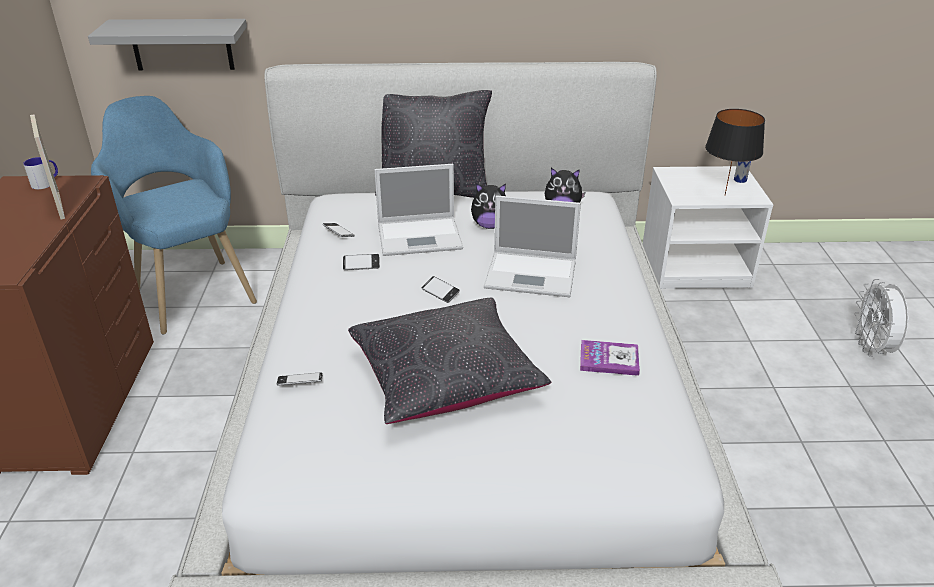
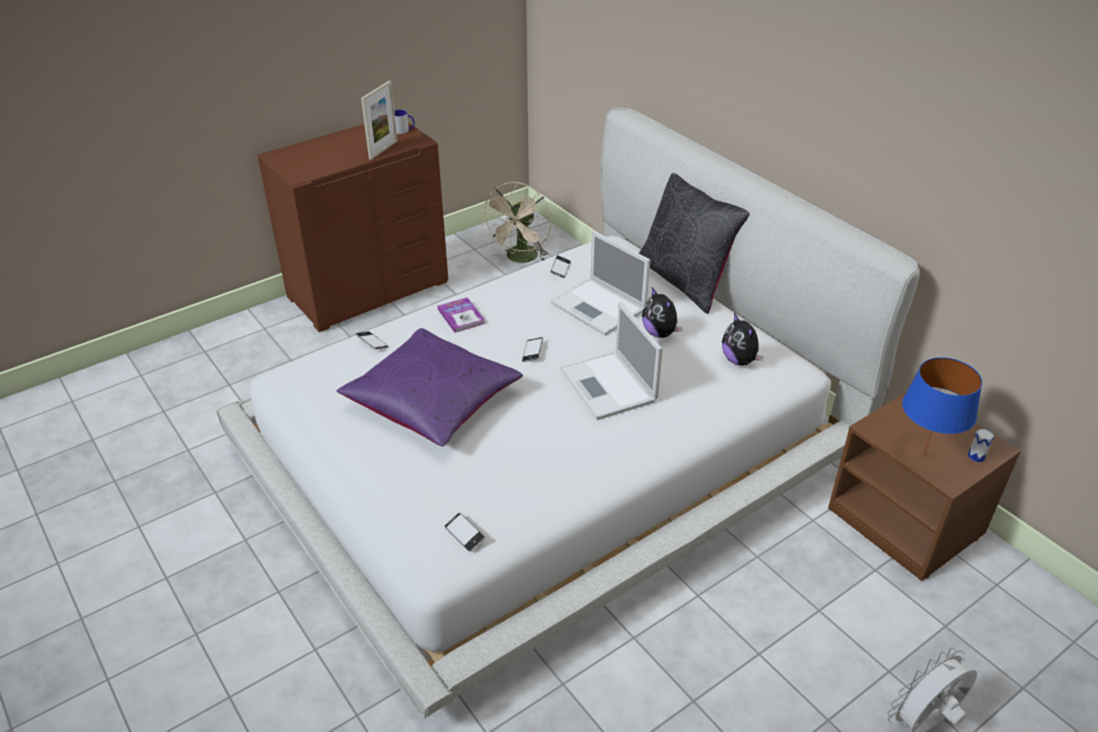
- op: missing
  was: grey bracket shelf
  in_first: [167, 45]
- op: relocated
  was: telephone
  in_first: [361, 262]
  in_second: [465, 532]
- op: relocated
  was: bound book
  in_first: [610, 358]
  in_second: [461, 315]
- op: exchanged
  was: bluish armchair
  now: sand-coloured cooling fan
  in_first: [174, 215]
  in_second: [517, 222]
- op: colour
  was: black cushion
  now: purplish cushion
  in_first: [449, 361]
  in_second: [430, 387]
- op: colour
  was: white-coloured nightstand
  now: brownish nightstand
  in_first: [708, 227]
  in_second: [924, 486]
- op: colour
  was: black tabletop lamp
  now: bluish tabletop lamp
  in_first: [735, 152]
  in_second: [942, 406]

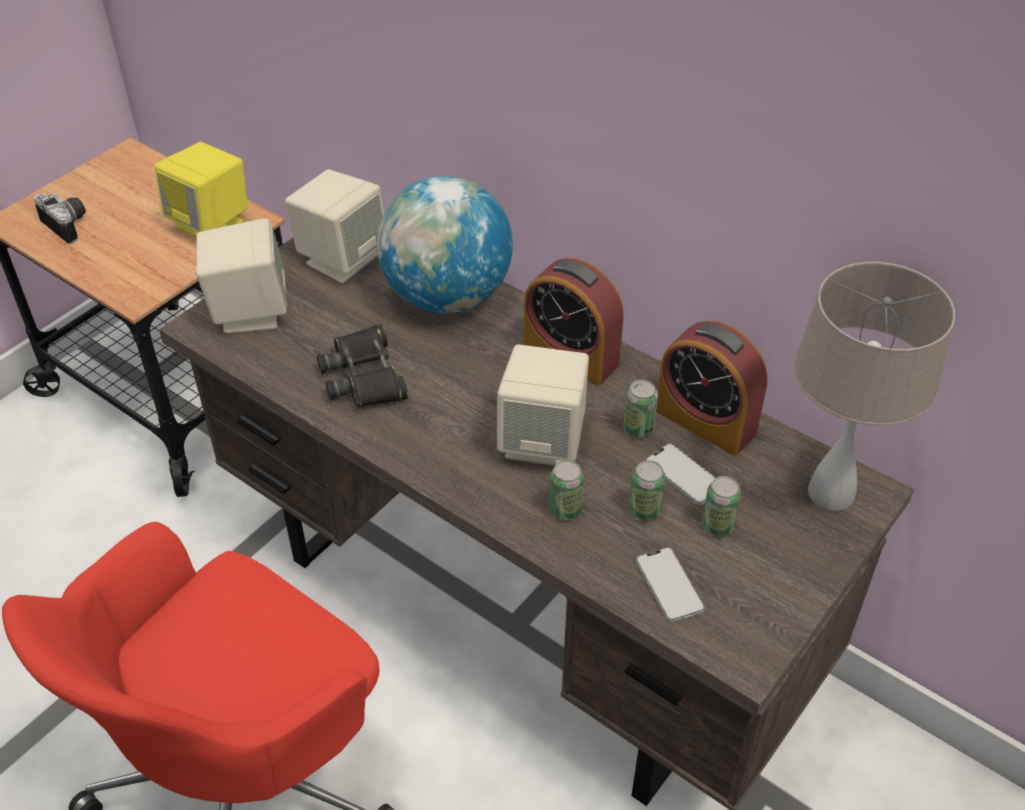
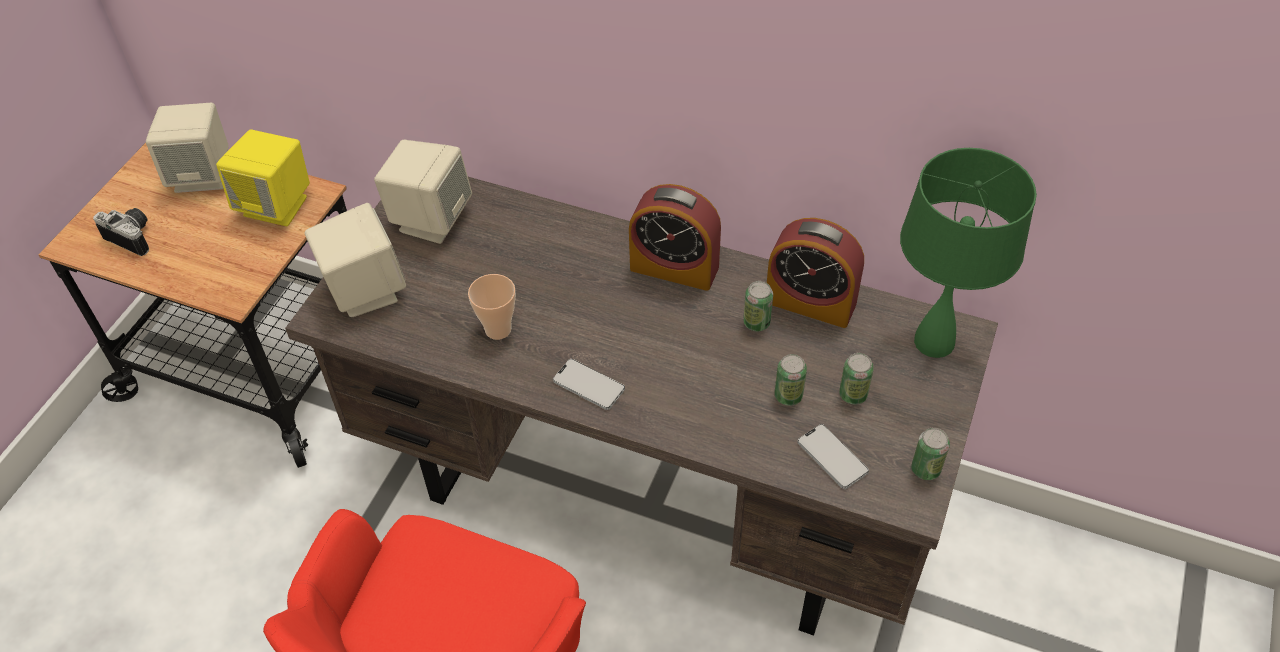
- op: missing
  was: globe
  in_first: [445, 244]
- op: relocated
  was: sand-coloured loudspeaker
  in_first: [543, 405]
  in_second: [187, 148]
- op: relocated
  was: sealed can
  in_first: [566, 490]
  in_second: [930, 453]
- op: relocated
  was: telephone
  in_first: [681, 474]
  in_second: [589, 384]
- op: exchanged
  was: black pair of binoculars
  now: drinking cup
  in_first: [363, 366]
  in_second: [492, 307]
- op: colour
  was: sand-coloured tabletop lamp
  now: green tabletop lamp
  in_first: [875, 386]
  in_second: [968, 253]

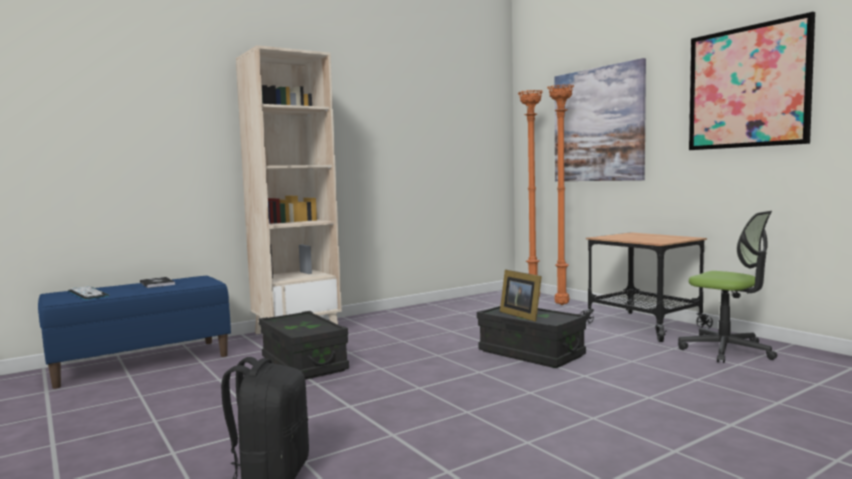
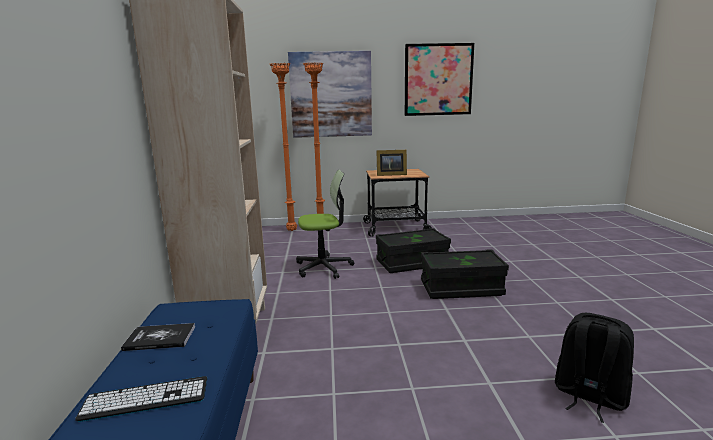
- op: relocated
  was: black storage bin
  in_first: [304, 345]
  in_second: [465, 274]
- op: relocated
  was: photo frame
  in_first: [521, 296]
  in_second: [391, 163]
- op: relocated
  was: desk chair
  in_first: [727, 287]
  in_second: [325, 224]

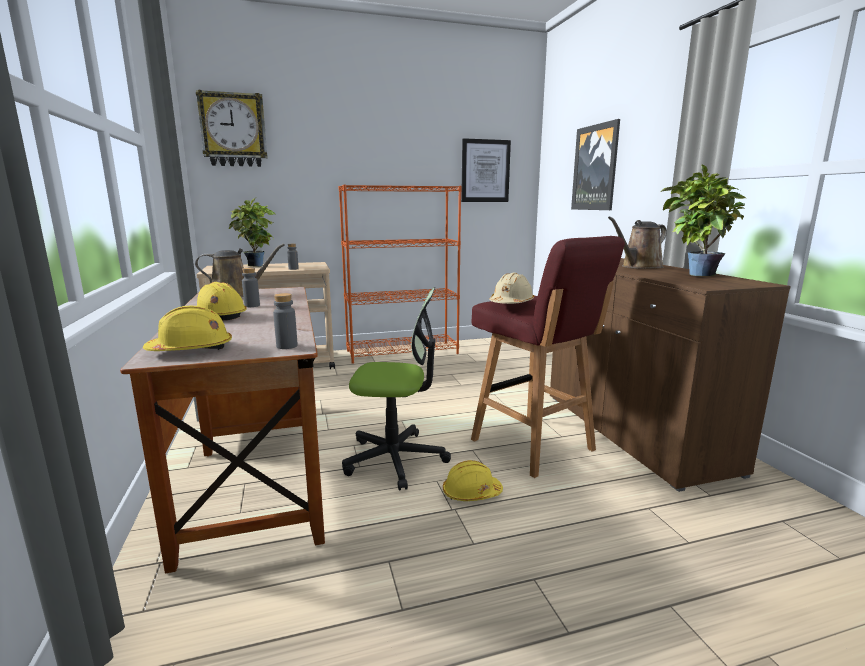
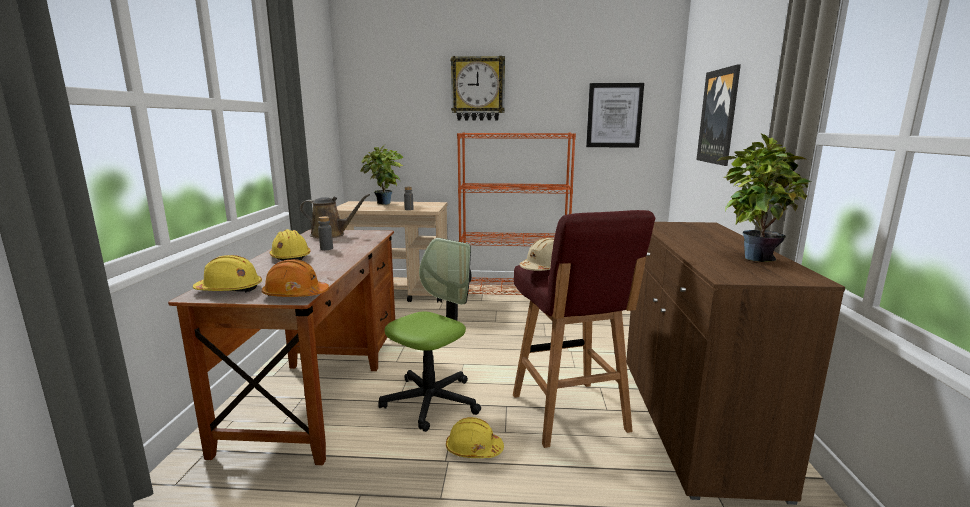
- op: missing
  was: brownish sprinkling can
  in_first: [637, 243]
- op: relocated
  was: hanging clock
  in_first: [232, 128]
  in_second: [477, 88]
- op: exchanged
  was: grey drink bottle
  now: orange-coloured work helmet
  in_first: [285, 321]
  in_second: [295, 278]
- op: spun
  was: desk chair
  in_first: [396, 389]
  in_second: [429, 335]
  clockwise: -75

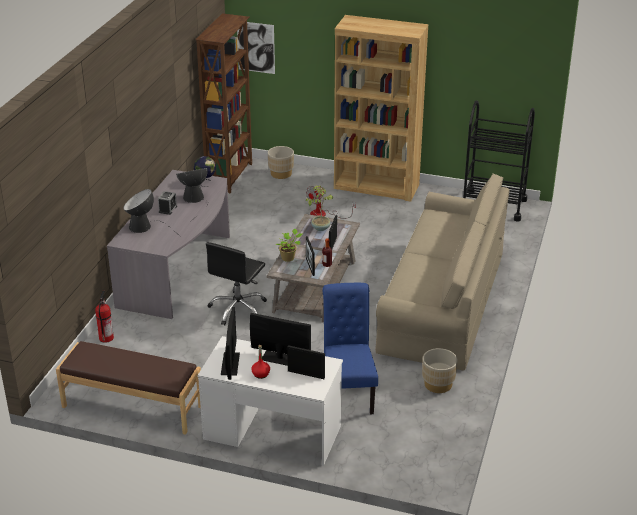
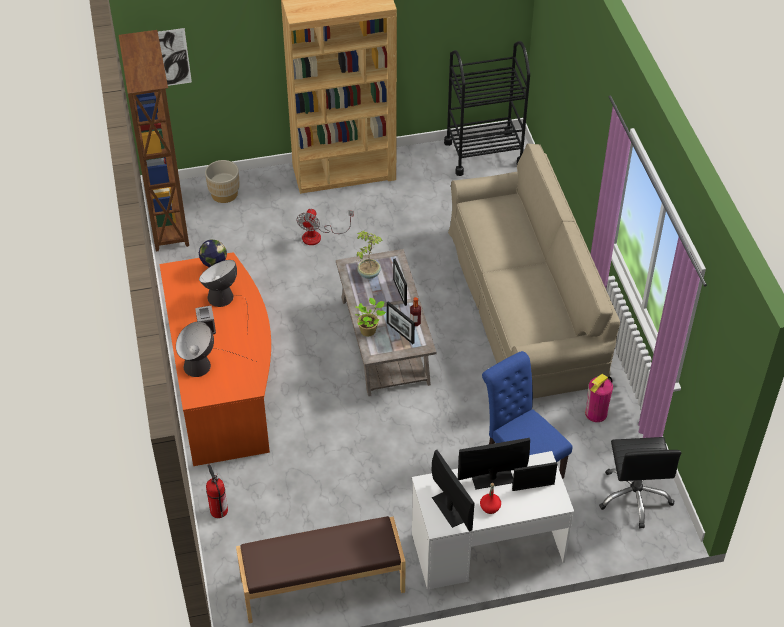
- op: relocated
  was: black desk chair
  in_first: [236, 283]
  in_second: [640, 482]
- op: exchanged
  was: sand-coloured plant pot
  now: fire-fighting cylinder
  in_first: [440, 370]
  in_second: [599, 398]
- op: colour
  was: grey desk table
  now: orange-coloured desk table
  in_first: [168, 244]
  in_second: [215, 359]

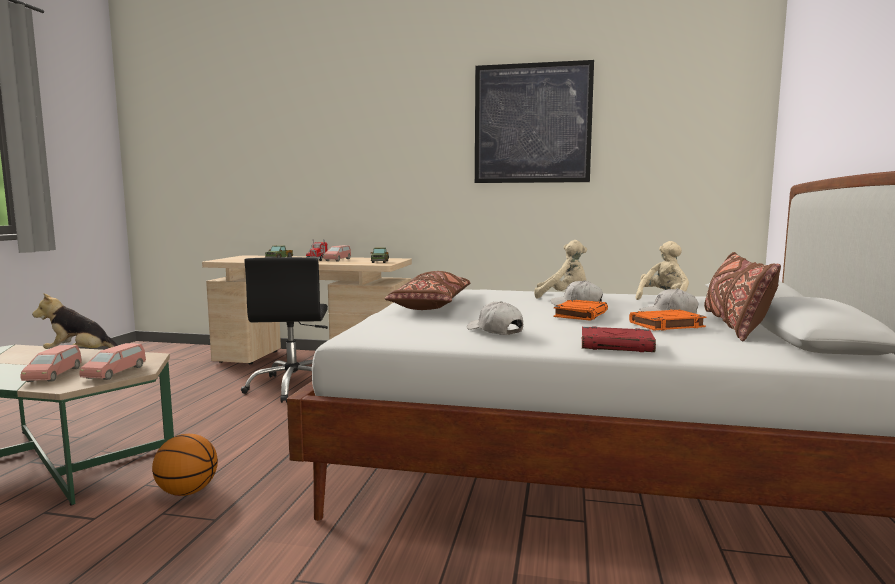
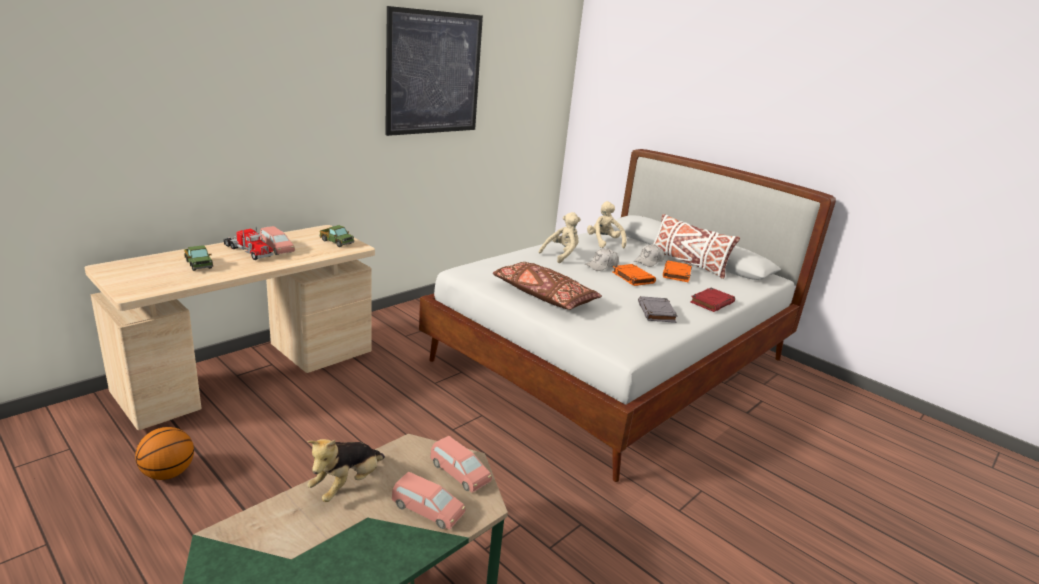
- op: missing
  was: black desk chair
  in_first: [284, 330]
- op: relocated
  was: basketball ball
  in_first: [185, 465]
  in_second: [164, 453]
- op: exchanged
  was: white-coloured baseball cap
  now: grey bound book
  in_first: [495, 318]
  in_second: [658, 309]
- op: colour
  was: brownish cushion
  now: white-coloured cushion
  in_first: [742, 296]
  in_second: [696, 246]

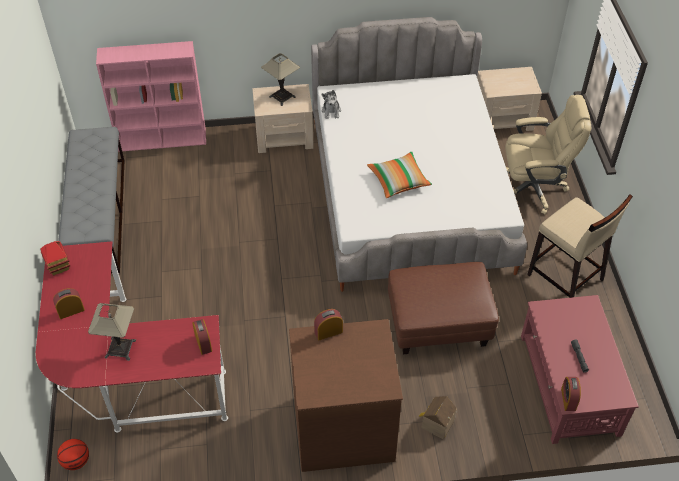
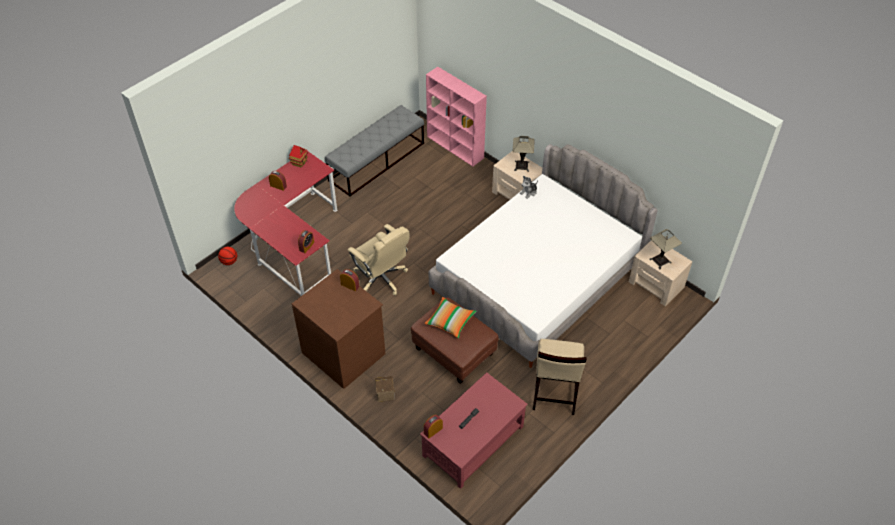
- op: relocated
  was: tabletop lamp
  in_first: [112, 332]
  in_second: [665, 249]
- op: relocated
  was: cushion
  in_first: [399, 175]
  in_second: [450, 318]
- op: relocated
  was: sand-coloured desk chair
  in_first: [548, 154]
  in_second: [379, 259]

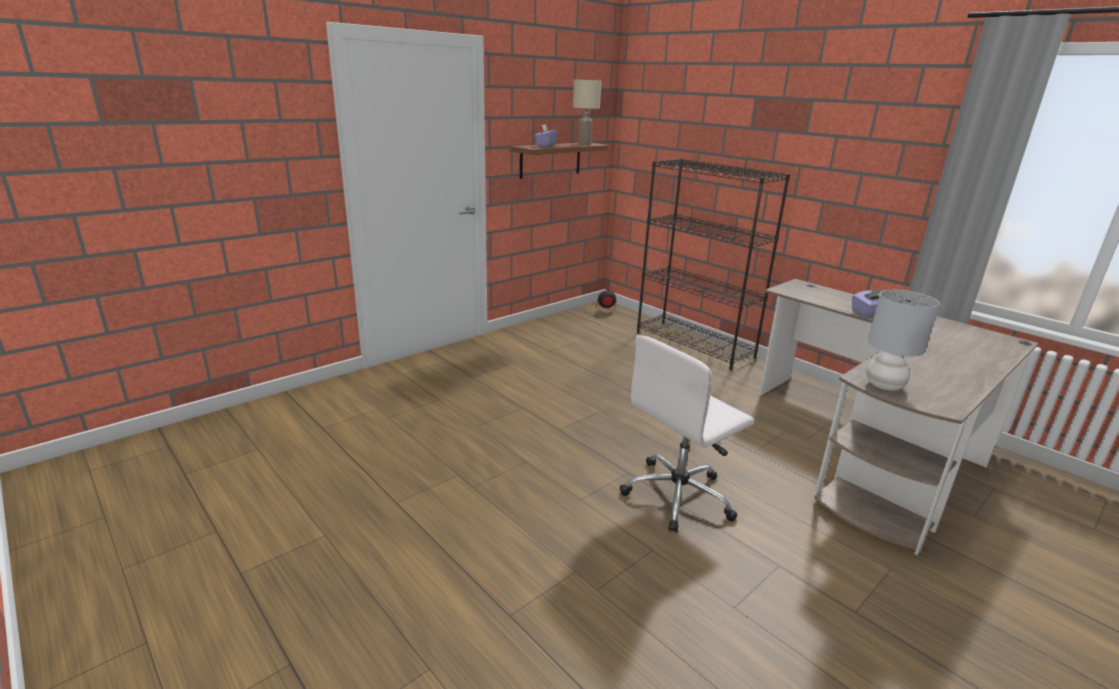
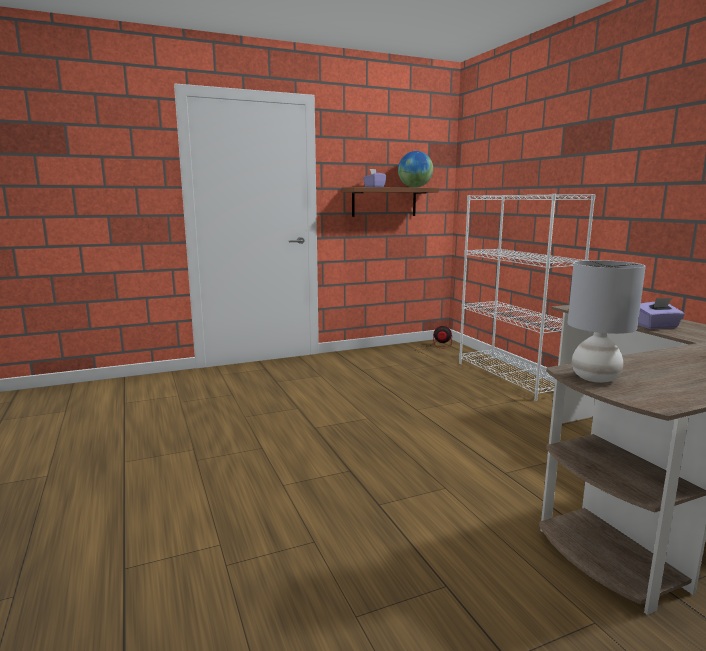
- op: missing
  was: white-coloured desk chair
  in_first: [686, 434]
- op: exchanged
  was: sand-coloured tabletop lamp
  now: globe
  in_first: [587, 112]
  in_second: [415, 169]
- op: colour
  was: black shelving unit
  now: white-coloured shelving unit
  in_first: [713, 264]
  in_second: [527, 297]

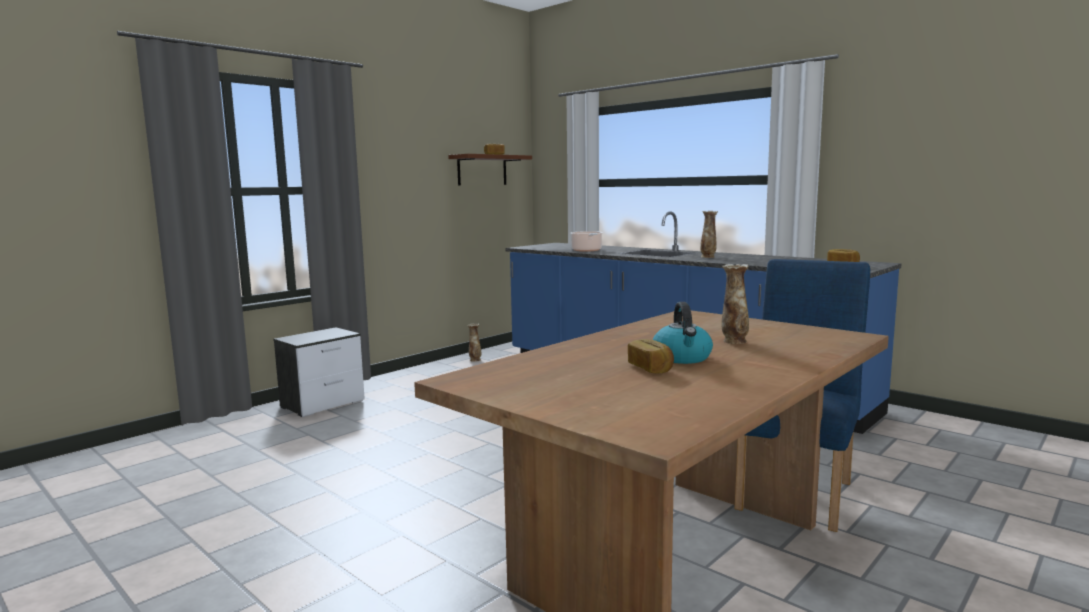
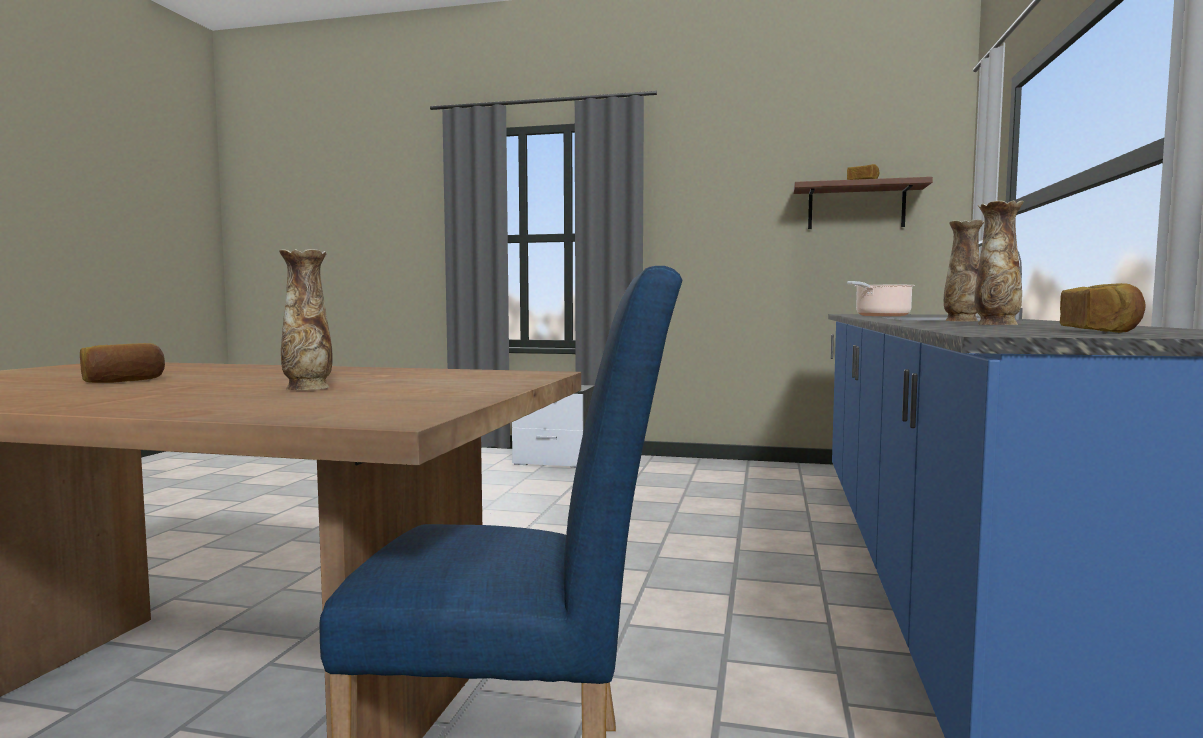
- op: missing
  was: tea kettle
  in_first: [683, 333]
- op: relocated
  was: decorative vase
  in_first: [474, 342]
  in_second: [999, 262]

